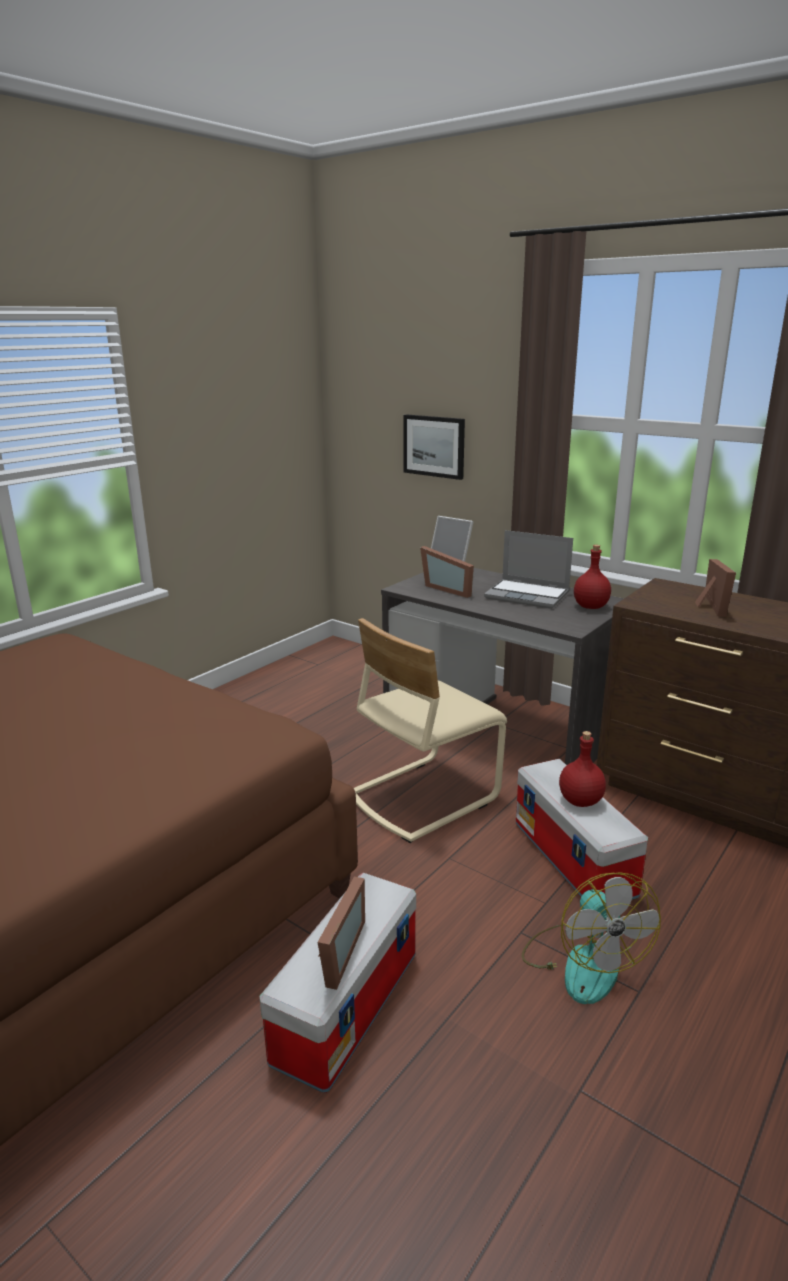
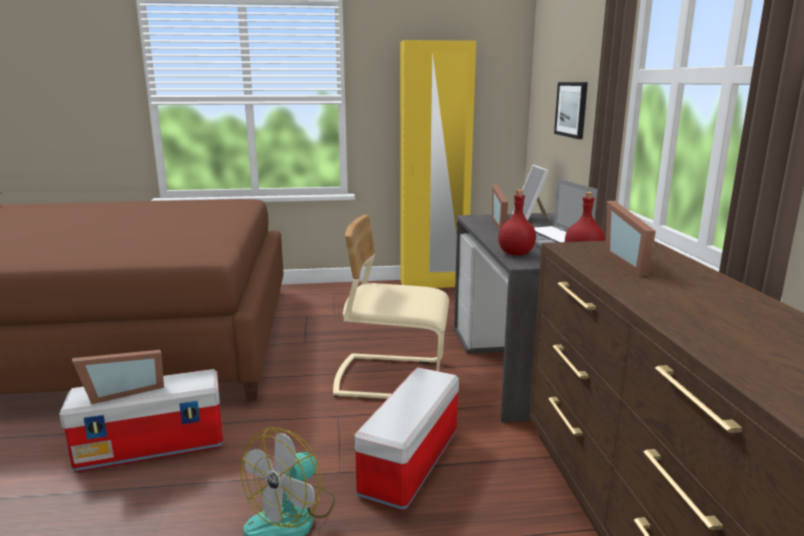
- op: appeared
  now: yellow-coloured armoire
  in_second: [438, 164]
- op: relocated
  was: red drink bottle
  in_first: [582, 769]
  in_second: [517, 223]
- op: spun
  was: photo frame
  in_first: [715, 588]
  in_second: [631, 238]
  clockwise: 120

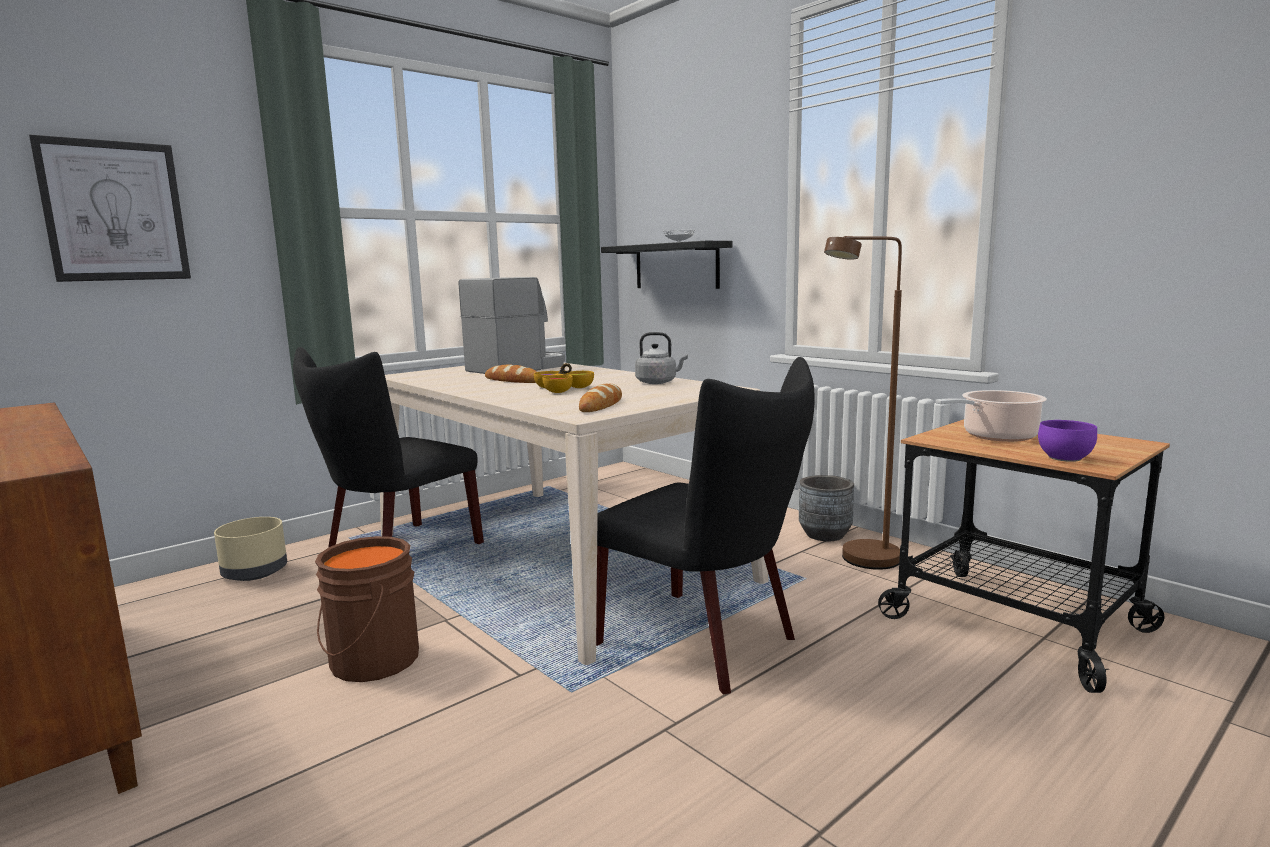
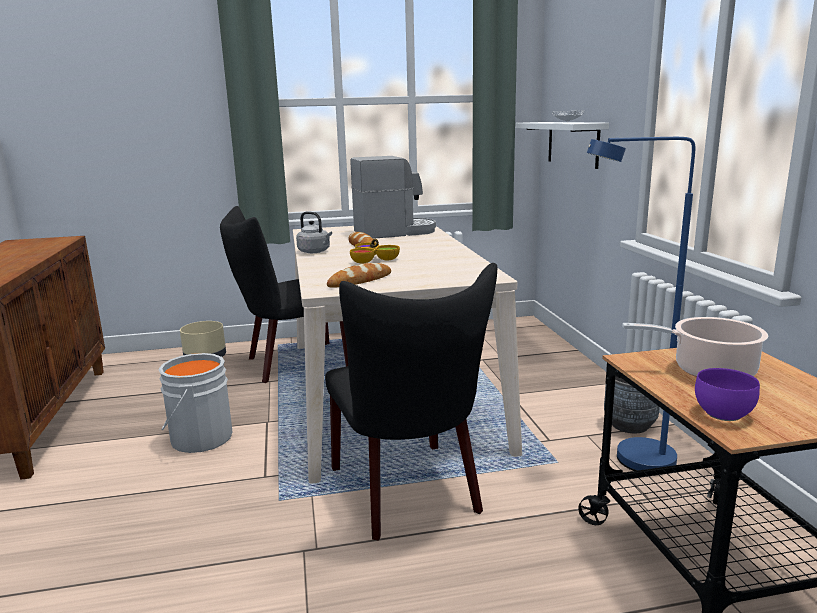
- op: missing
  was: wall art
  in_first: [110, 208]
- op: relocated
  was: grey tea kettle
  in_first: [661, 358]
  in_second: [314, 232]
- op: colour
  was: brownish pail
  now: grey pail
  in_first: [367, 609]
  in_second: [195, 403]
- op: colour
  was: black bracket shelf
  now: white-coloured bracket shelf
  in_first: [667, 265]
  in_second: [562, 145]
- op: colour
  was: brownish standard lamp
  now: bluish standard lamp
  in_first: [863, 403]
  in_second: [641, 304]

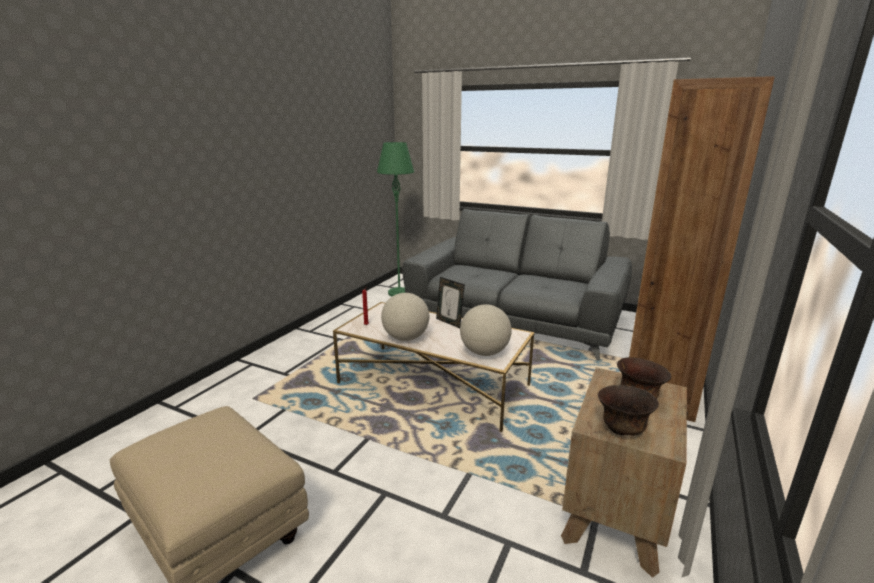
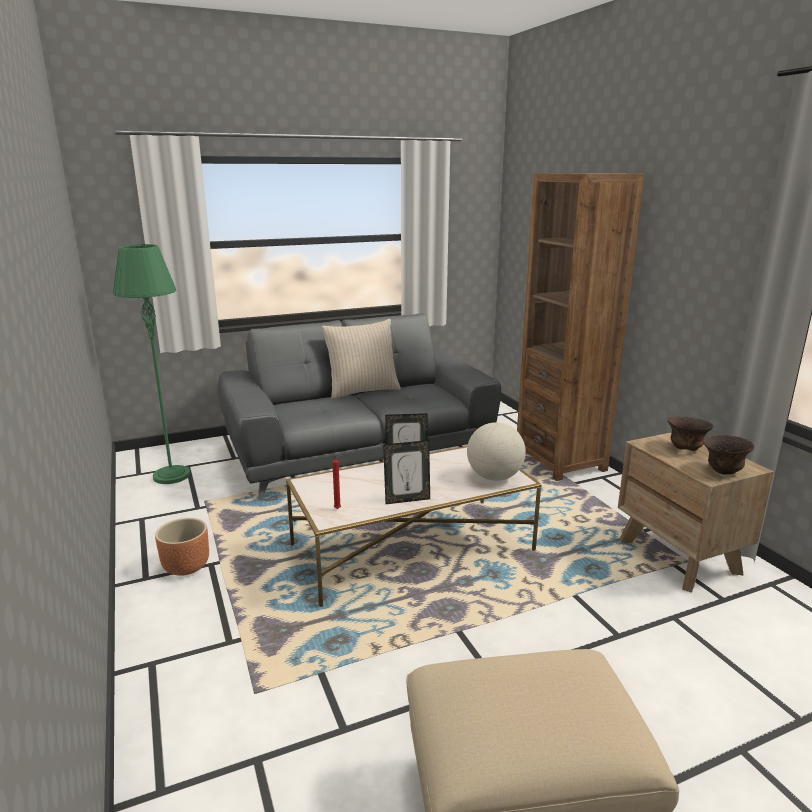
- op: appeared
  now: brownish plant pot
  in_second: [182, 547]
- op: appeared
  now: sand-coloured cushion
  in_second: [361, 359]
- op: exchanged
  was: globe
  now: photo frame
  in_first: [405, 317]
  in_second: [406, 472]

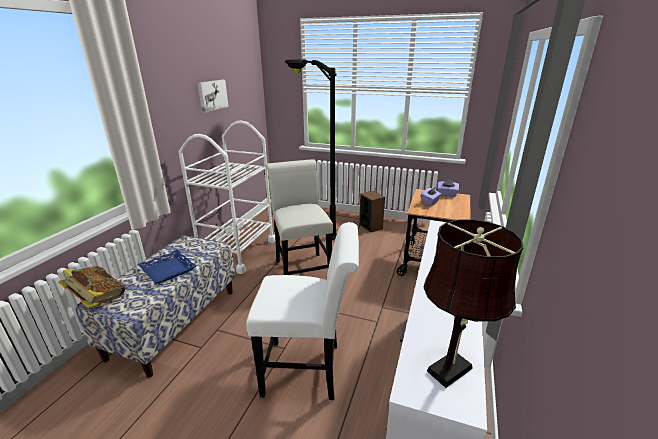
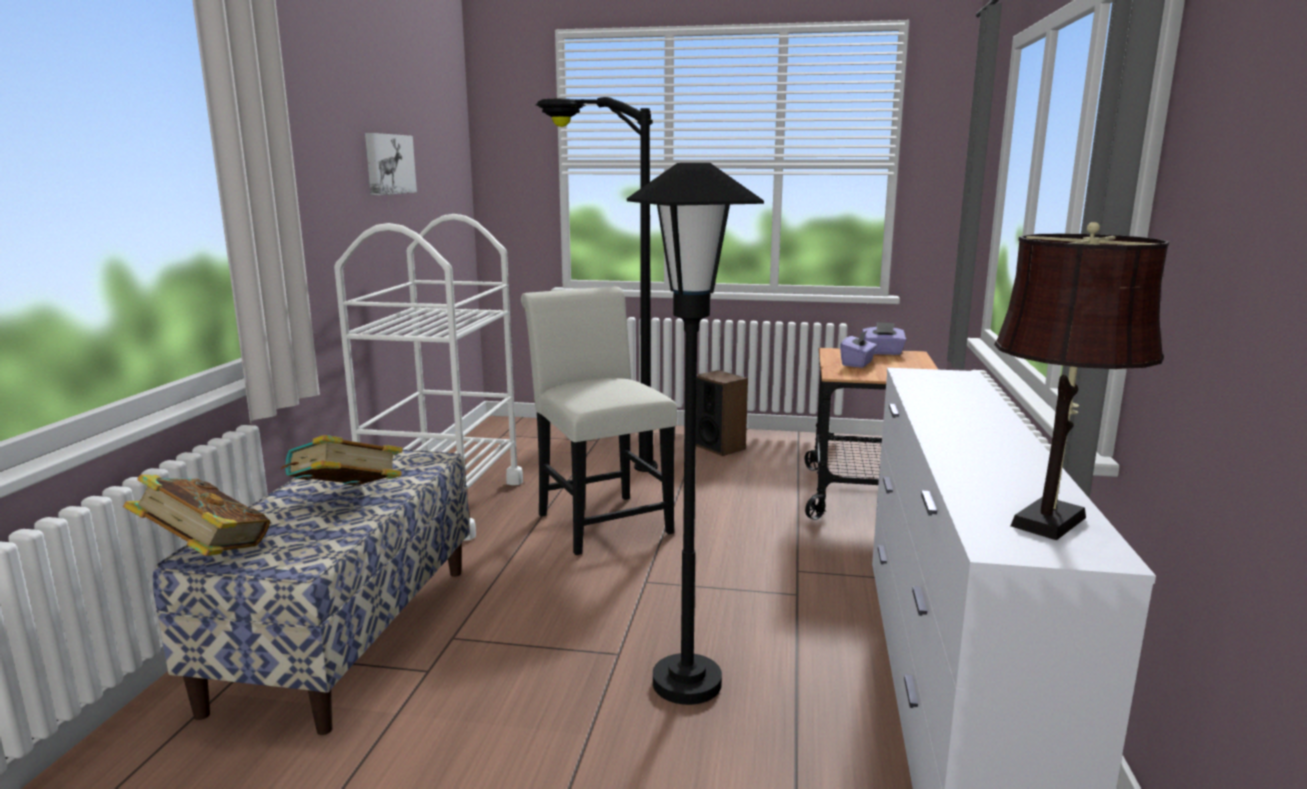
- op: exchanged
  was: bluish tray
  now: bound book
  in_first: [167, 267]
  in_second: [341, 460]
- op: exchanged
  was: white-coloured upright chair
  now: black standard lamp
  in_first: [302, 311]
  in_second: [695, 434]

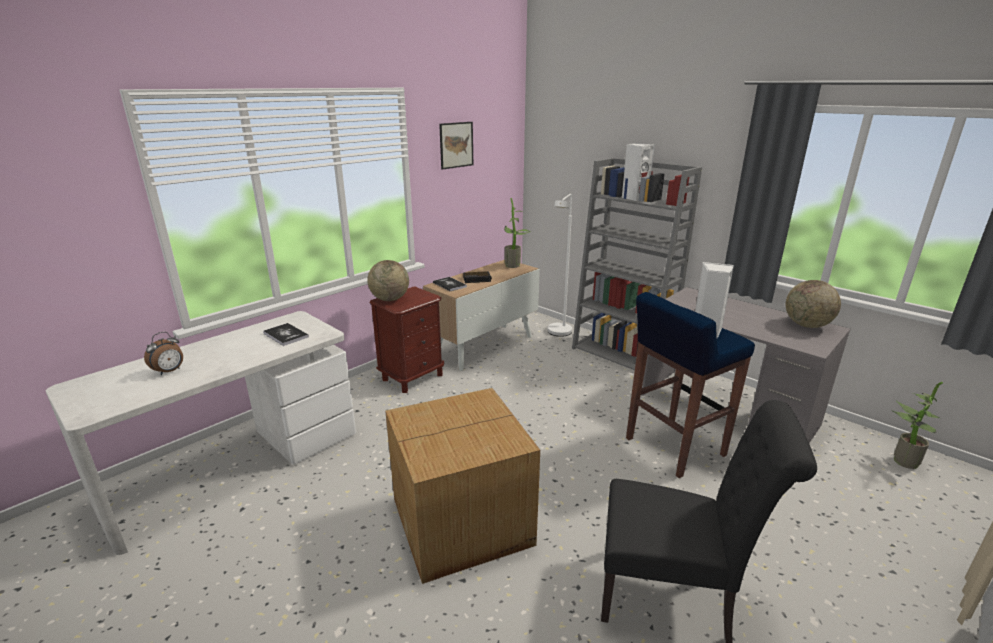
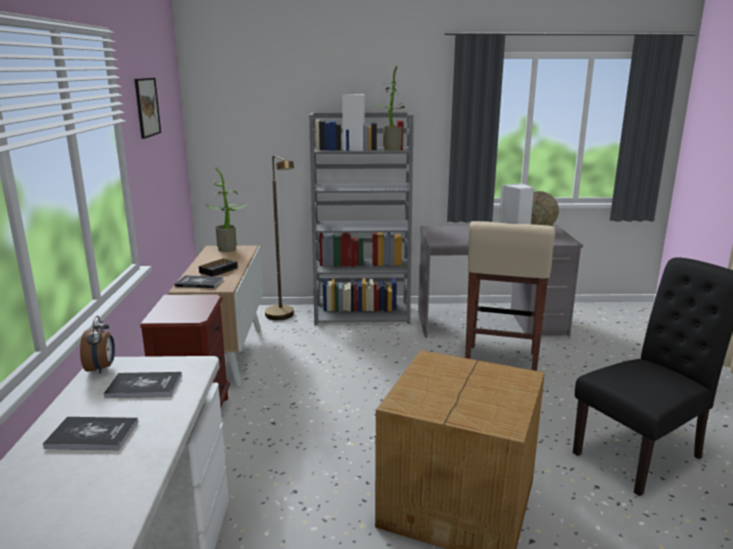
- op: missing
  was: globe
  in_first: [388, 280]
- op: appeared
  now: bound book
  in_second: [90, 433]
- op: relocated
  was: table clock
  in_first: [163, 353]
  in_second: [97, 345]
- op: relocated
  was: potted plant
  in_first: [918, 425]
  in_second: [390, 108]
- op: colour
  was: white-coloured standard lamp
  now: brownish standard lamp
  in_first: [560, 265]
  in_second: [279, 237]
- op: colour
  was: bluish stool
  now: sand-coloured stool
  in_first: [690, 385]
  in_second: [510, 296]

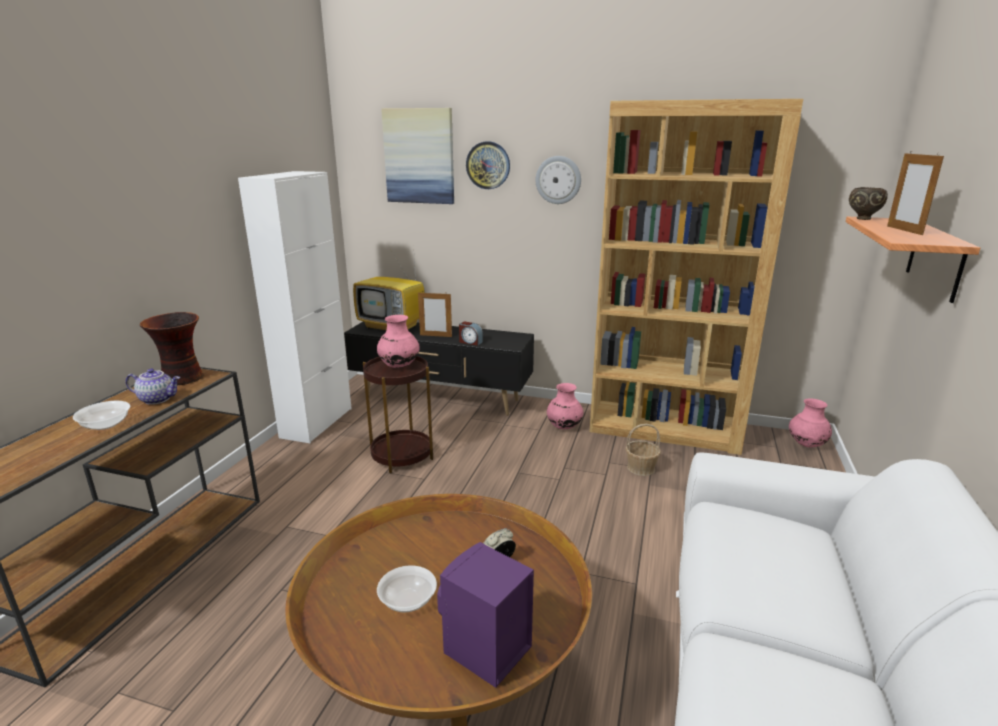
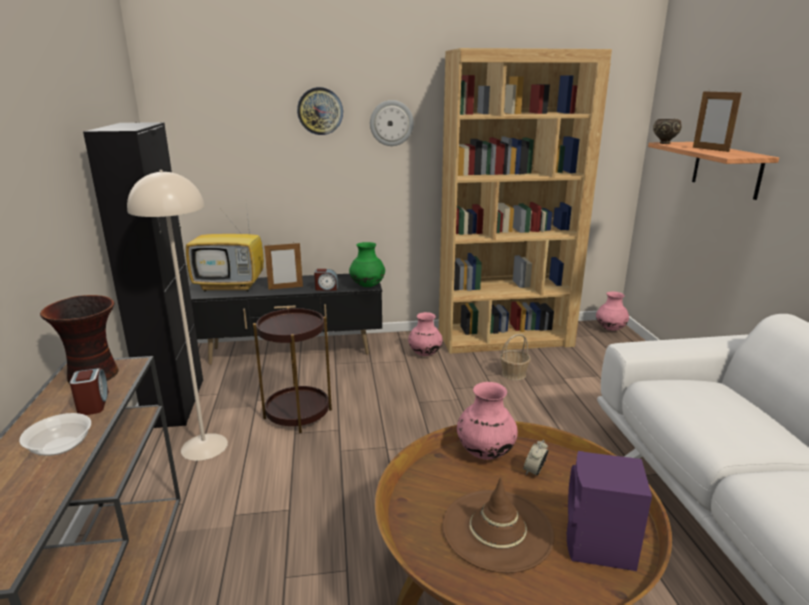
- op: missing
  was: wall art
  in_first: [417, 156]
- op: appeared
  now: sand-coloured standard lamp
  in_second: [177, 315]
- op: appeared
  now: green decorative vase
  in_second: [367, 264]
- op: relocated
  was: pinkish decorative vase
  in_first: [398, 341]
  in_second: [487, 421]
- op: exchanged
  was: pot for tea
  now: table clock
  in_first: [153, 386]
  in_second: [89, 391]
- op: exchanged
  was: bowl
  now: brownish hat
  in_first: [407, 588]
  in_second: [499, 525]
- op: colour
  was: white-coloured cupboard
  now: black cupboard
  in_first: [295, 307]
  in_second: [143, 275]

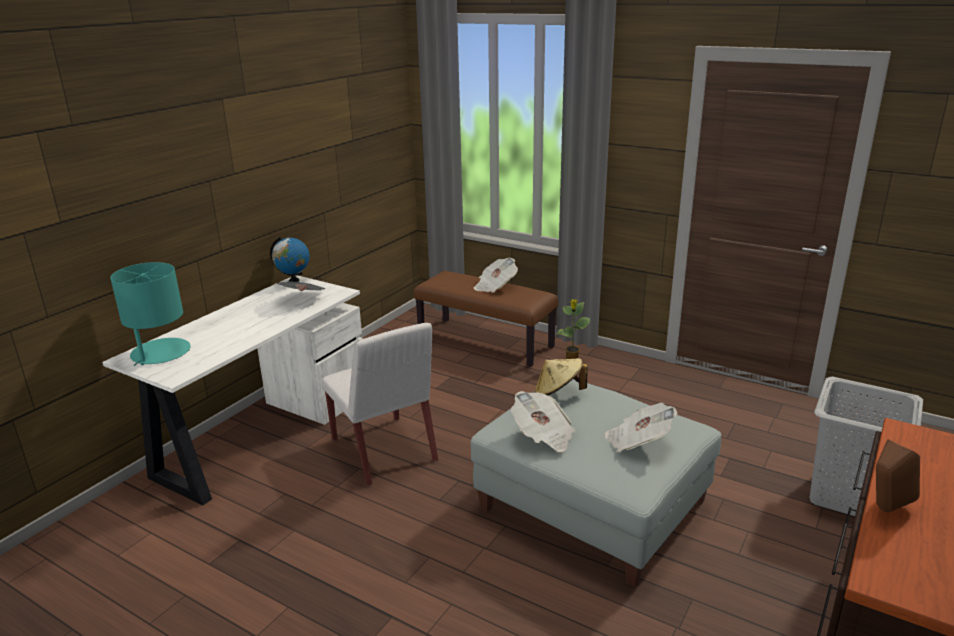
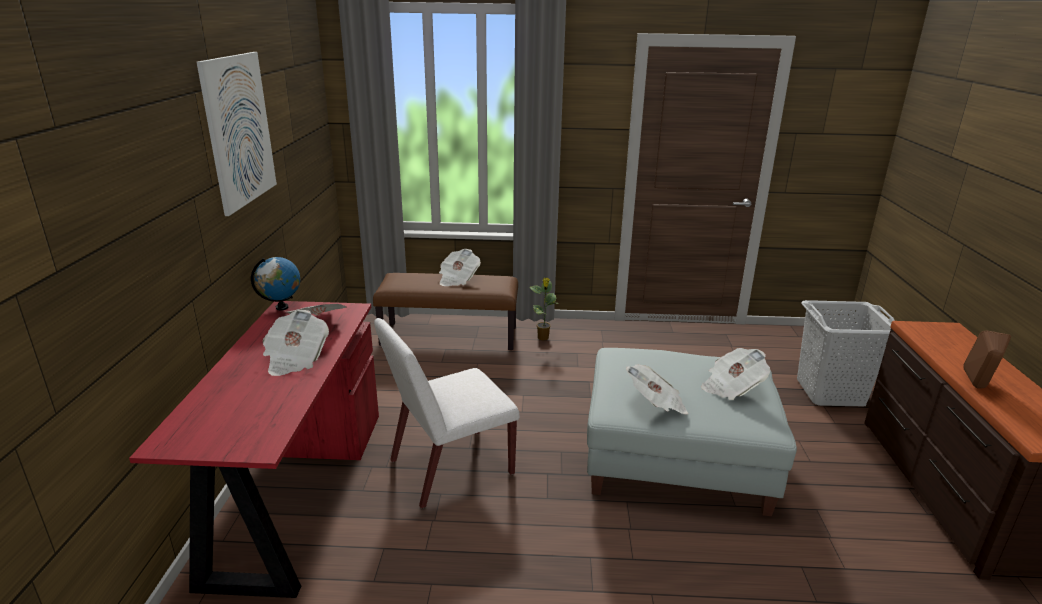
- op: missing
  was: turquoise-coloured tabletop lamp
  in_first: [150, 314]
- op: missing
  was: sand-coloured hat
  in_first: [561, 377]
- op: appeared
  now: wall art
  in_second: [237, 134]
- op: appeared
  now: printed paper
  in_second: [295, 343]
- op: colour
  was: white-coloured desk table
  now: red desk table
  in_first: [232, 390]
  in_second: [254, 449]
- op: spun
  was: white-coloured upright chair
  in_first: [380, 404]
  in_second: [446, 413]
  clockwise: 120

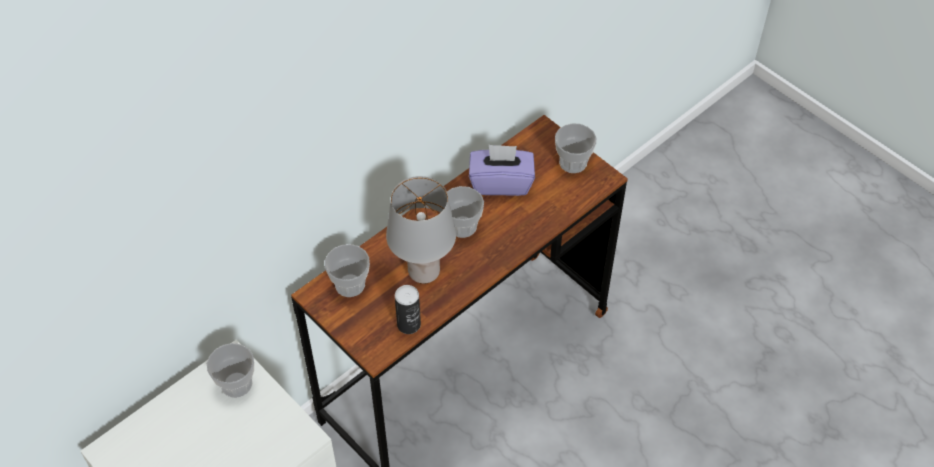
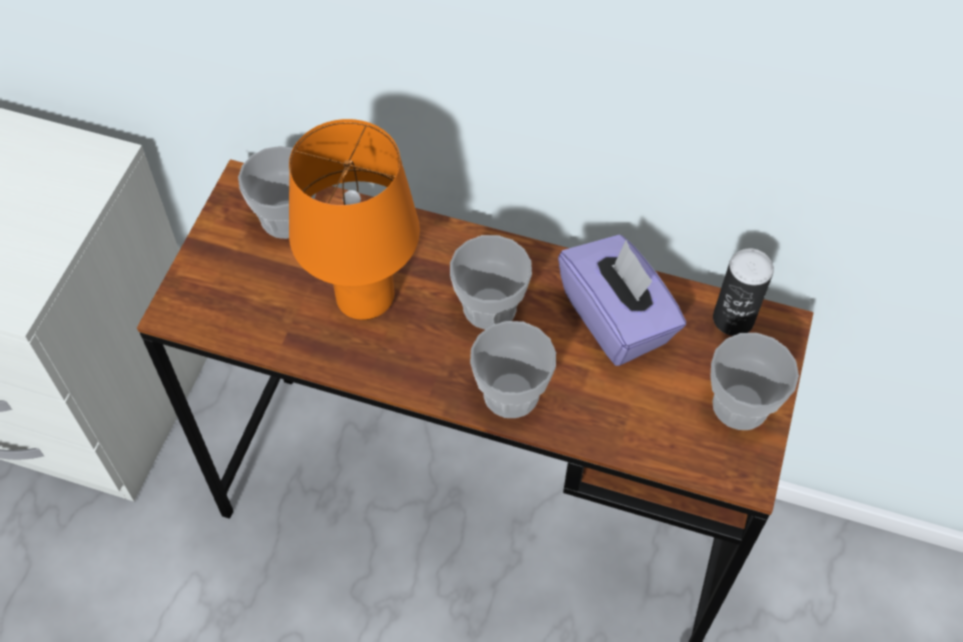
- op: relocated
  was: drinking cup
  in_first: [230, 370]
  in_second: [513, 369]
- op: relocated
  was: sealed can
  in_first: [408, 309]
  in_second: [743, 292]
- op: colour
  was: grey tabletop lamp
  now: orange-coloured tabletop lamp
  in_first: [421, 230]
  in_second: [354, 219]

